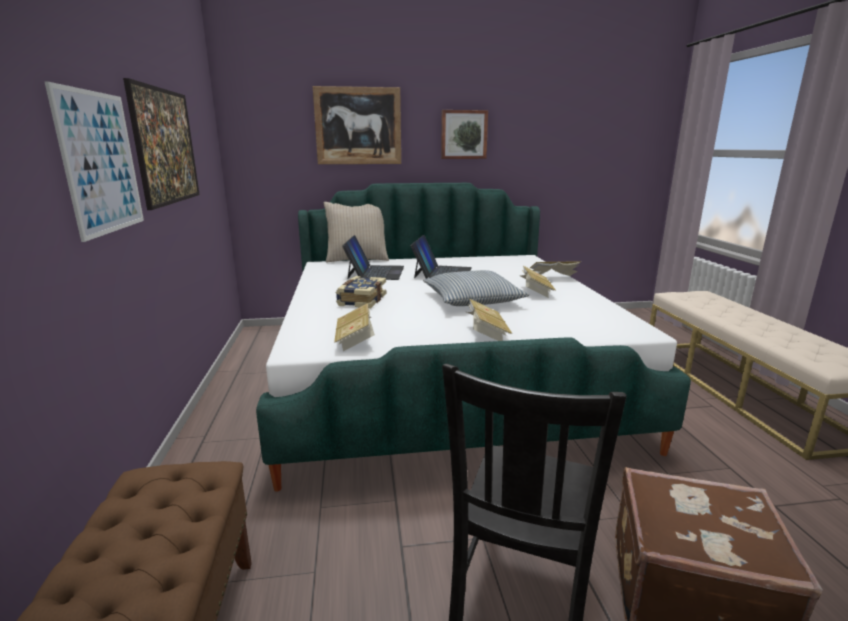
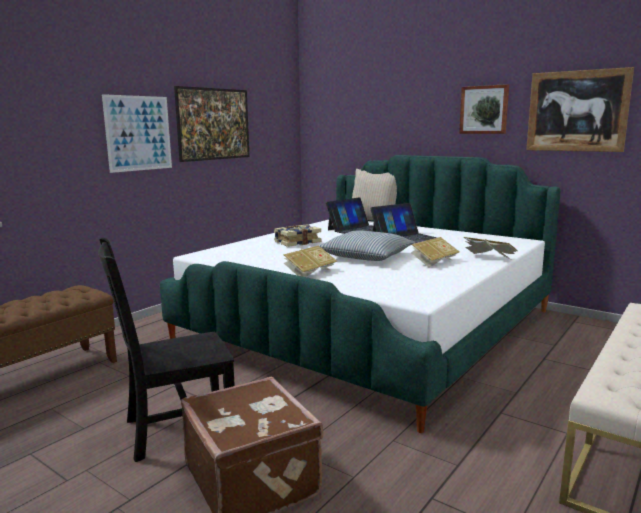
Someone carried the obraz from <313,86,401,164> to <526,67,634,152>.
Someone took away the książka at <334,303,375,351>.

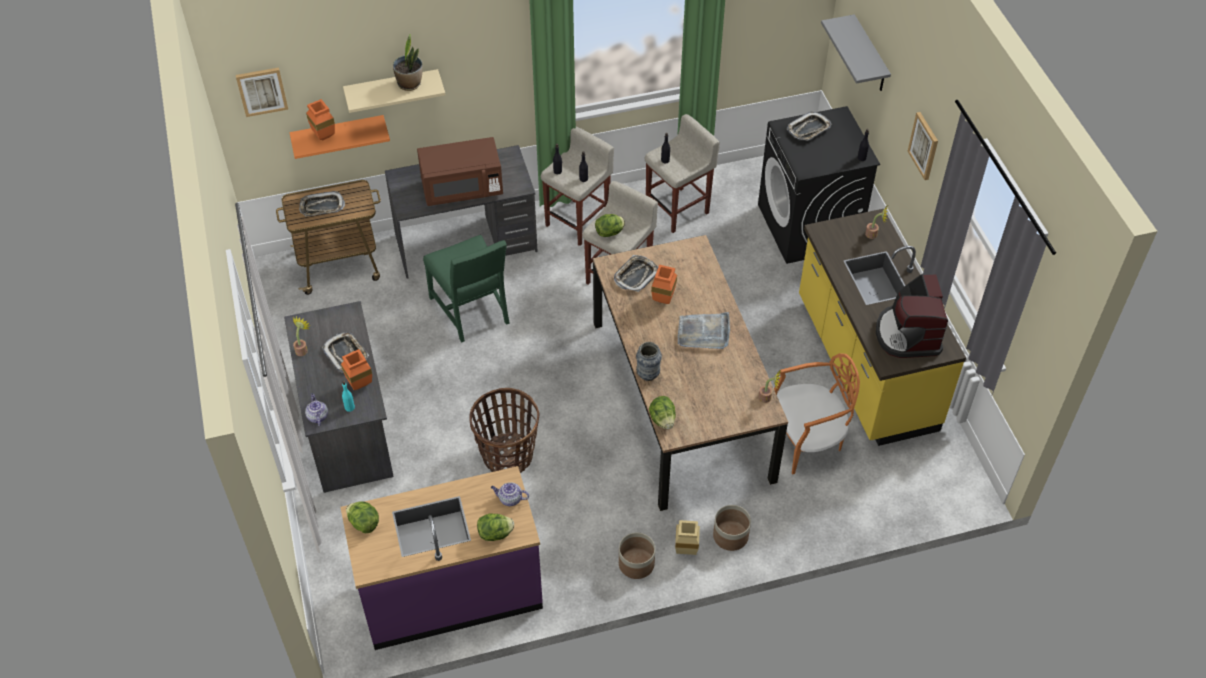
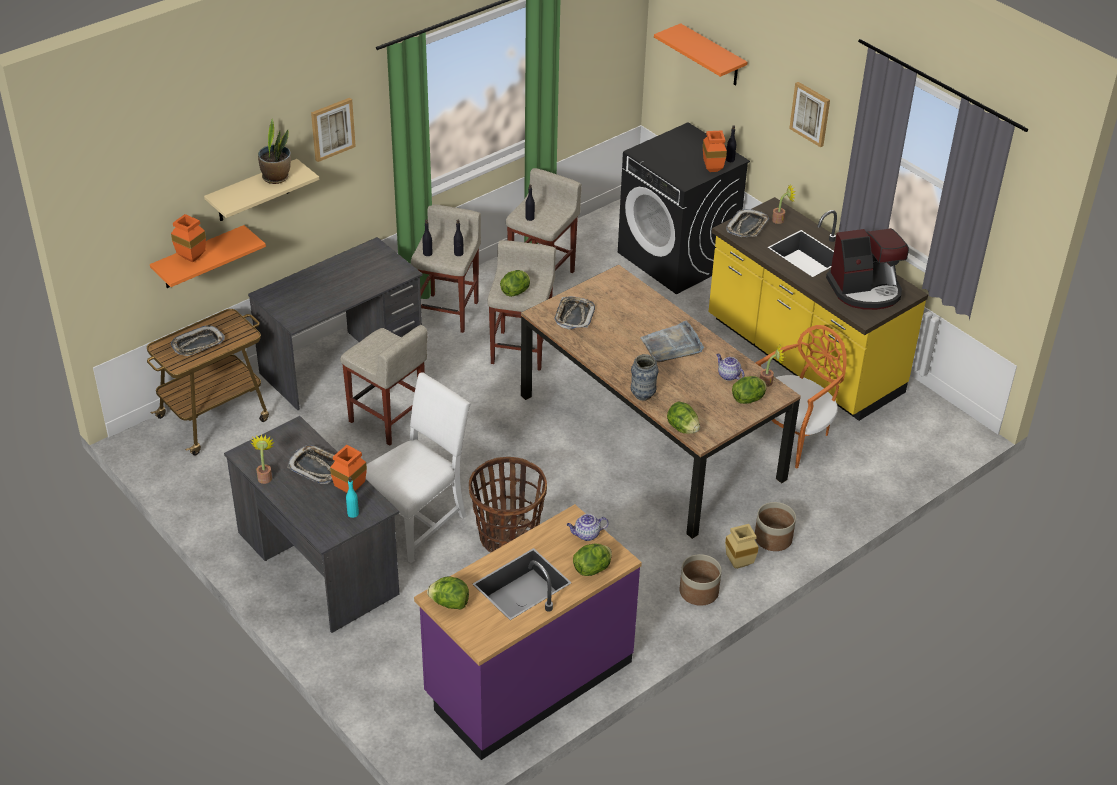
Someone repainted the półka/szary at <821,14,891,91>, which became the półka/pomarańczowy at <654,23,747,86>.
Someone carried the obraz from <236,67,288,117> to <311,98,356,162>.
Someone carried the taca from <787,112,831,141> to <726,209,769,237>.
Someone took away the mikrofalówka/brązowy at <417,137,503,206>.
Someone swapped the krzesło/zielony at <423,235,510,343> for the stołek/beżowy at <340,325,427,446>.
Someone carried the wazon/pomarańczowy from <651,265,677,304> to <703,131,727,172>.
Someone rotated the ekspres do kawy at <876,274,948,358> by 75 degrees counterclockwise.
Someone carried the imbryk from <305,393,328,426> to <716,353,744,381>.
Someone put down the krzesło/biały at <366,372,471,563>.
Someone put down the sałata at <732,376,767,404>.

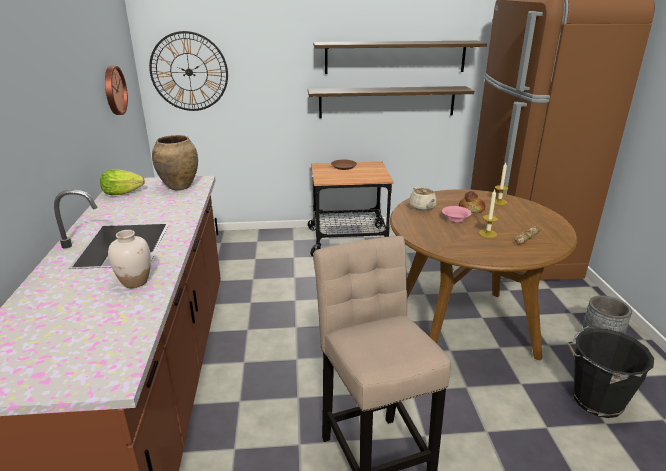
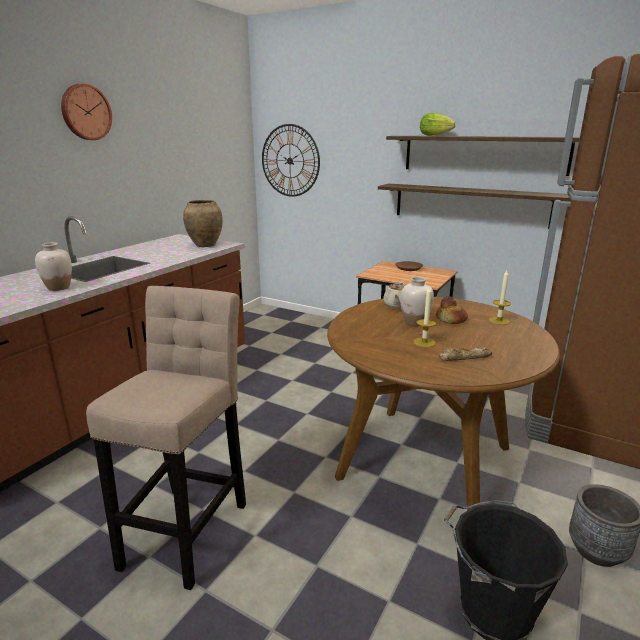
Someone carried the zegar ścienny from <105,66,128,115> to <61,83,112,140>.
Someone carried the sałata from <100,169,145,195> to <420,113,456,136>.
Someone swapped the miska/różowy at <442,206,471,223> for the wazon/biały at <400,277,434,326>.

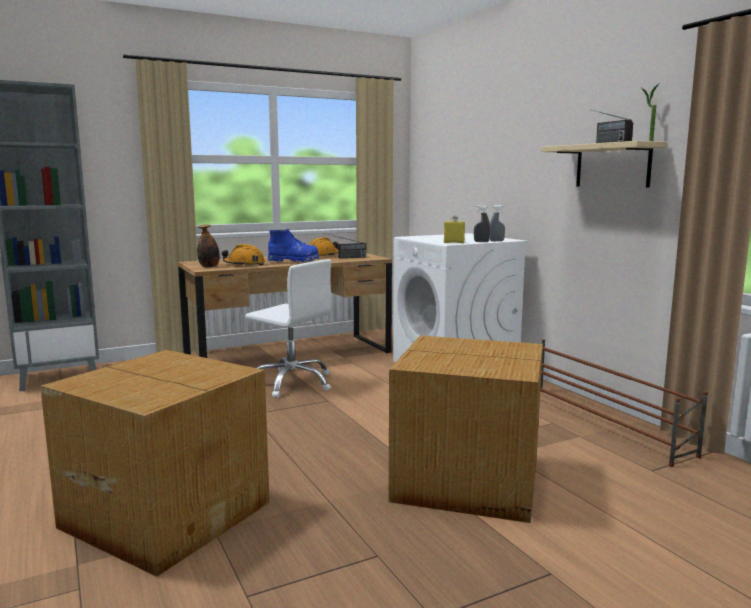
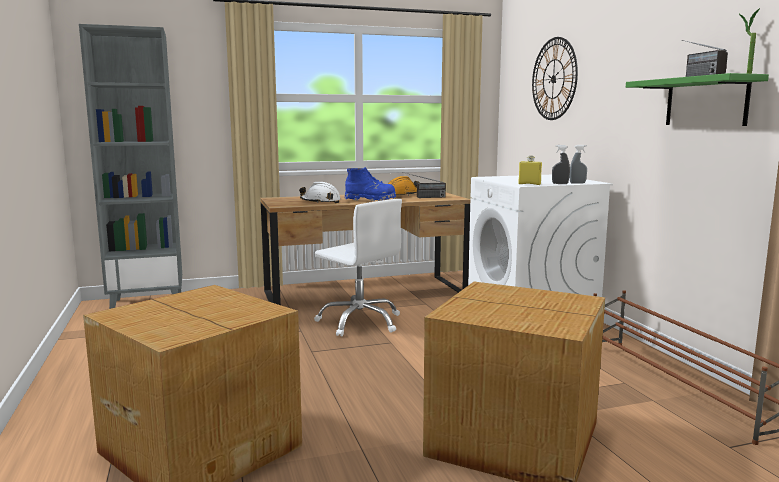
Someone repainted the półka/beżowy at <541,141,668,187>, which became the półka/zielony at <626,73,769,126>.
Someone took away the butelka at <197,224,220,268>.
Someone repainted the kask/pomarańczowy at <222,244,265,266>, which became the kask/biały at <299,182,341,203>.
Someone put up the zegar ścienny at <532,37,578,120>.

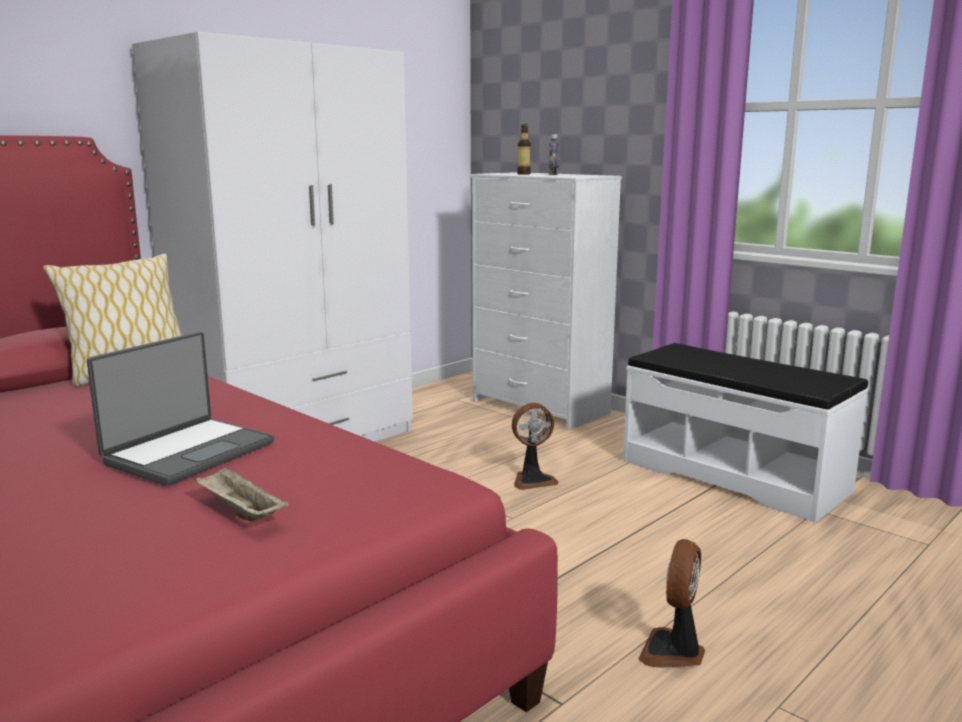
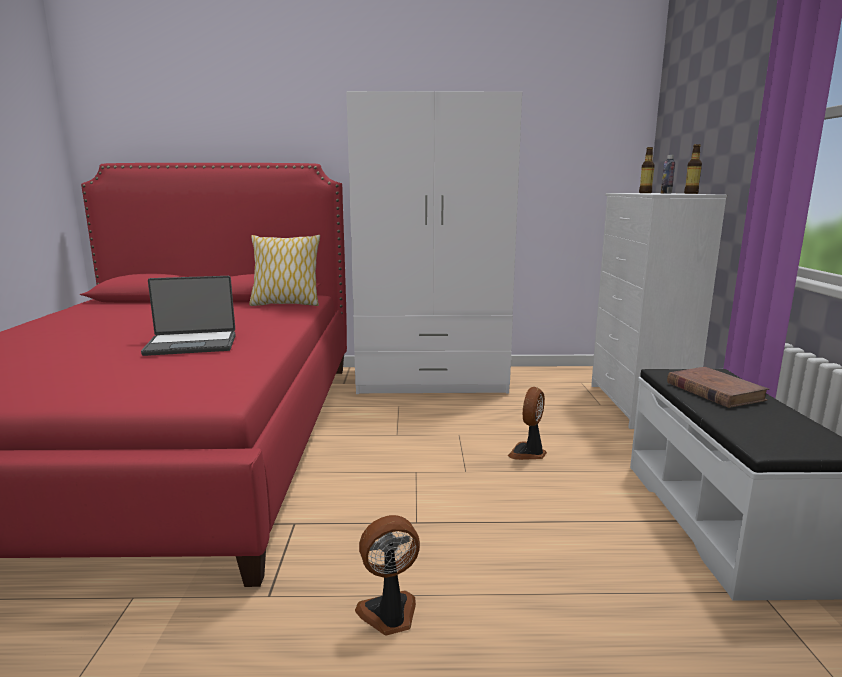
Someone rotated the wentylator at <512,403,559,490> by 90 degrees clockwise.
Someone took away the taca/beżowy at <194,466,288,521>.
Someone put down the butelka at <684,144,702,194>.
Someone put down the książka/brązowy at <667,367,769,408>.

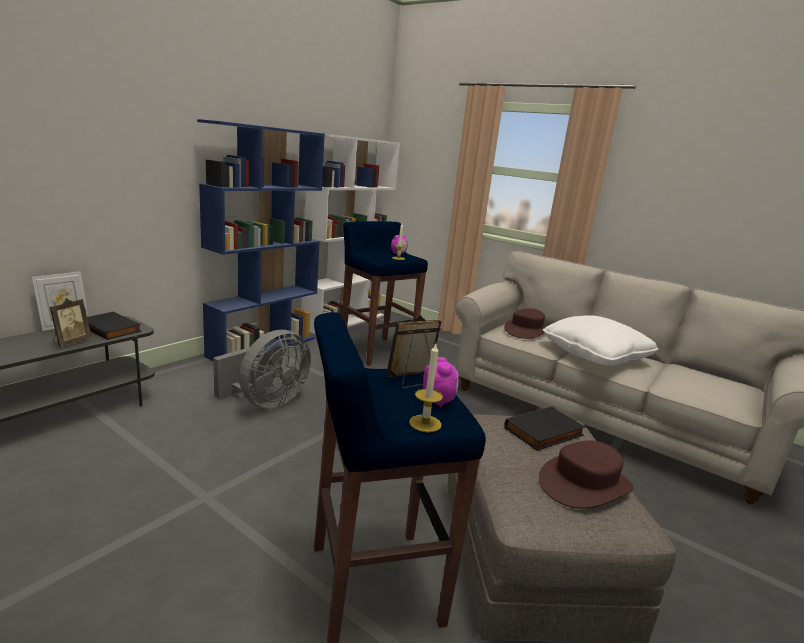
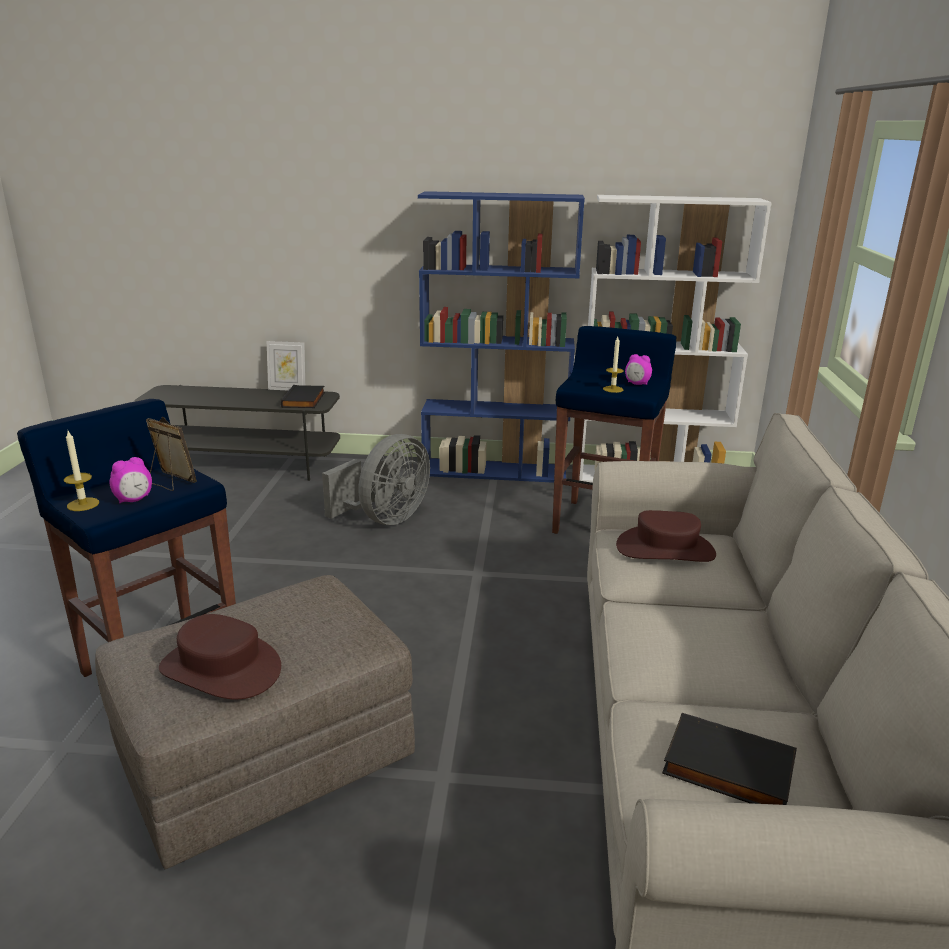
Someone took away the ramka na zdjęcie at <50,298,91,347>.
Someone took away the poduszka/biały at <543,315,658,365>.
Someone rotated the wentylator/szary at <213,330,311,409> by 60 degrees counterclockwise.
Someone carried the książka/czarny from <504,406,585,451> to <662,713,797,805>.

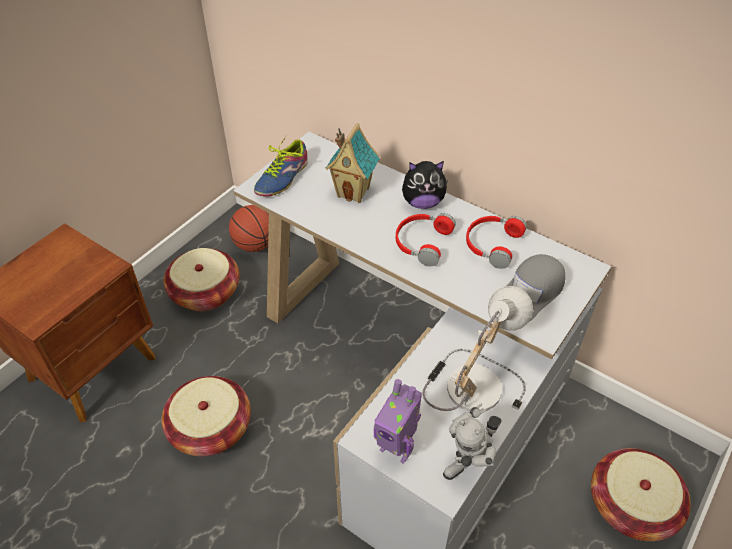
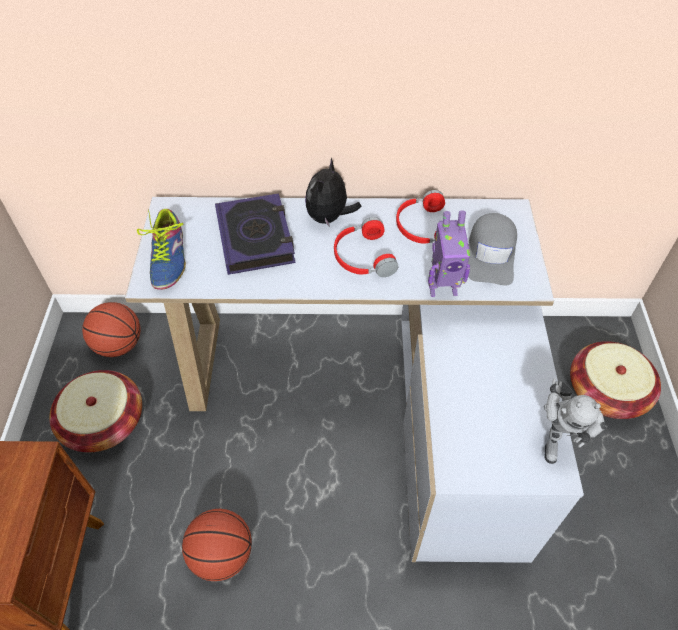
Someone swapped the domek at <326,123,380,203> for the książka at <215,193,296,275>.
Someone rotated the pluszak at <402,161,448,209> by 150 degrees clockwise.
Someone took away the lampa stołowa at <422,286,533,412>.
Someone swapped the koszyk at <162,376,251,456> for the piłka do koszykówki at <182,509,252,581>.
Someone carried the robot zabawkowy from <373,379,422,464> to <428,210,470,297>.

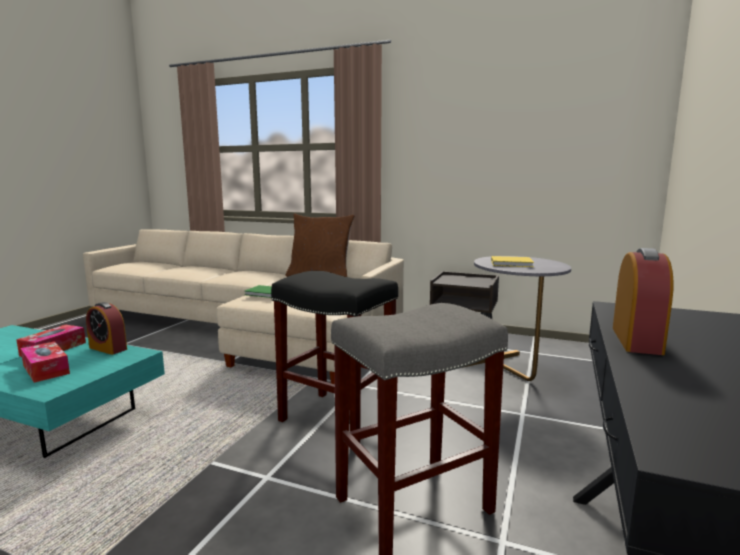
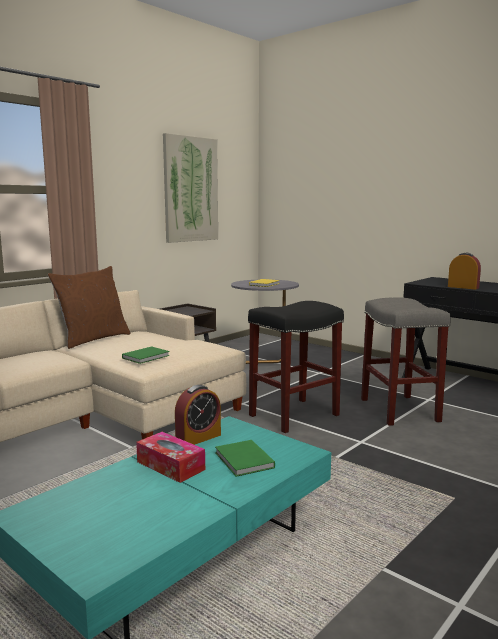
Someone swapped the pudełko chusteczek at <20,341,70,383> for the książka/zielony at <215,440,275,477>.
Someone put up the obraz at <163,133,218,243>.

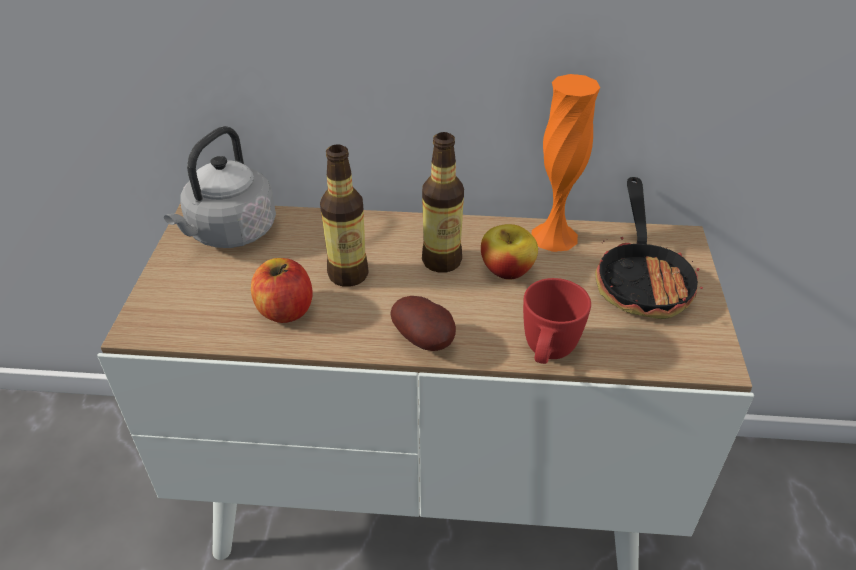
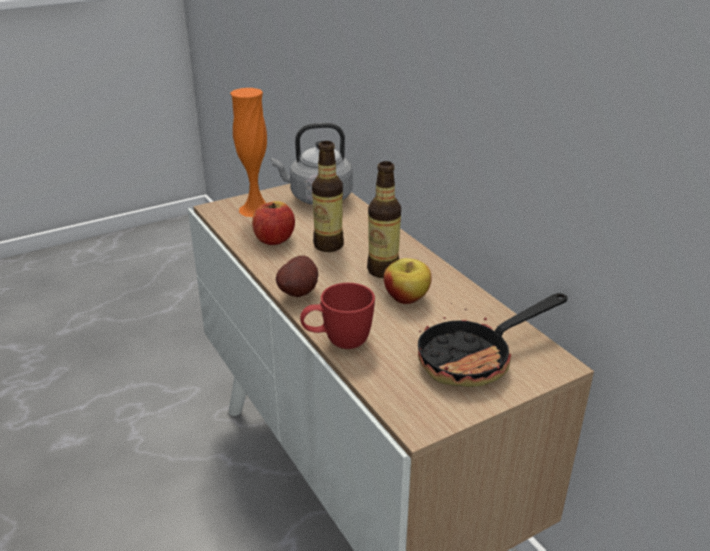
Someone carried the wazon/pomarańczowy from <531,74,600,252> to <230,88,267,217>.

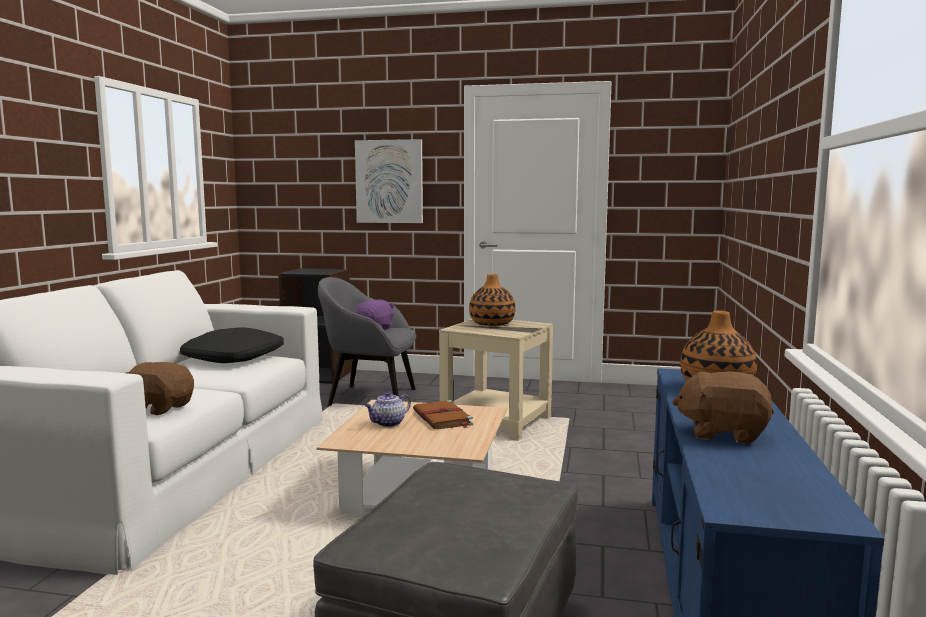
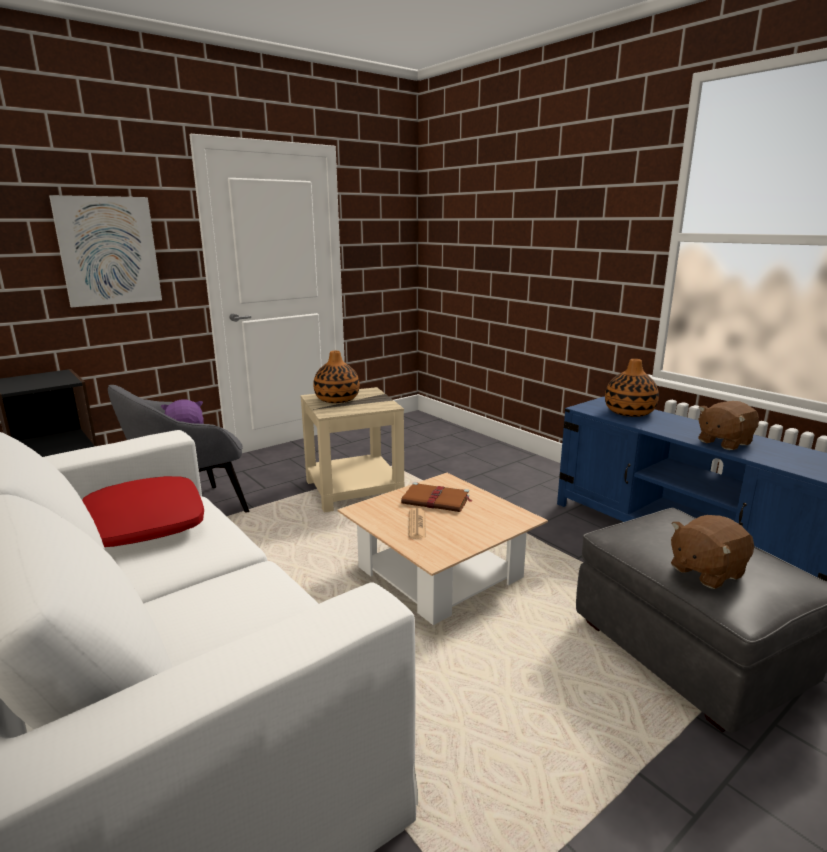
Someone repainted the poduszka/czarny at <180,327,284,363>, which became the poduszka/czerwony at <82,476,204,547>.
Someone carried the pluszak/brązowy from <126,362,194,415> to <671,515,754,589>.
Someone swapped the imbryk at <365,392,411,427> for the gazeta at <409,508,426,538>.

